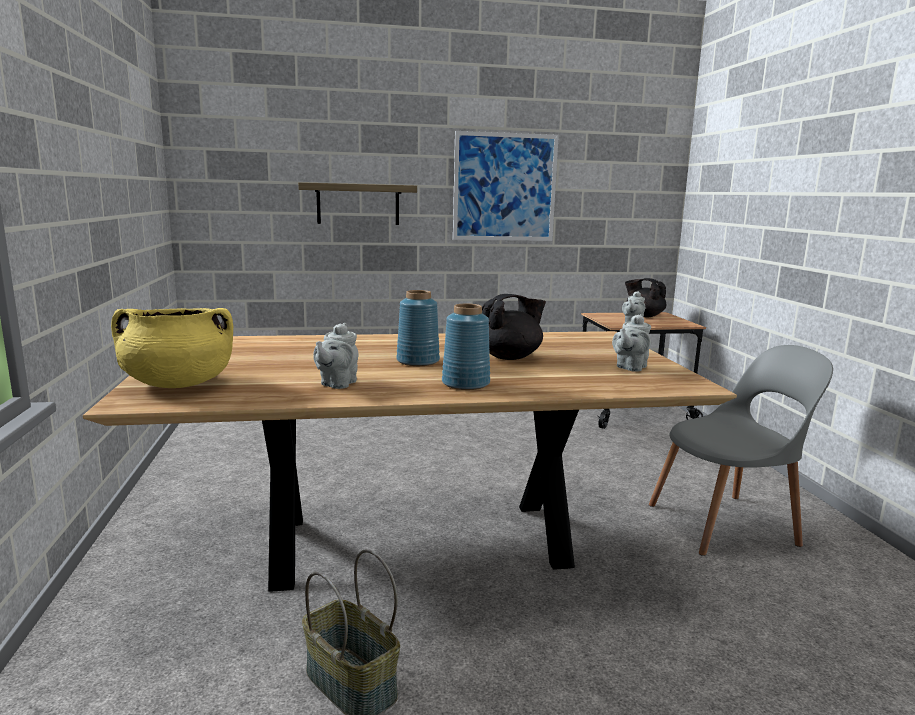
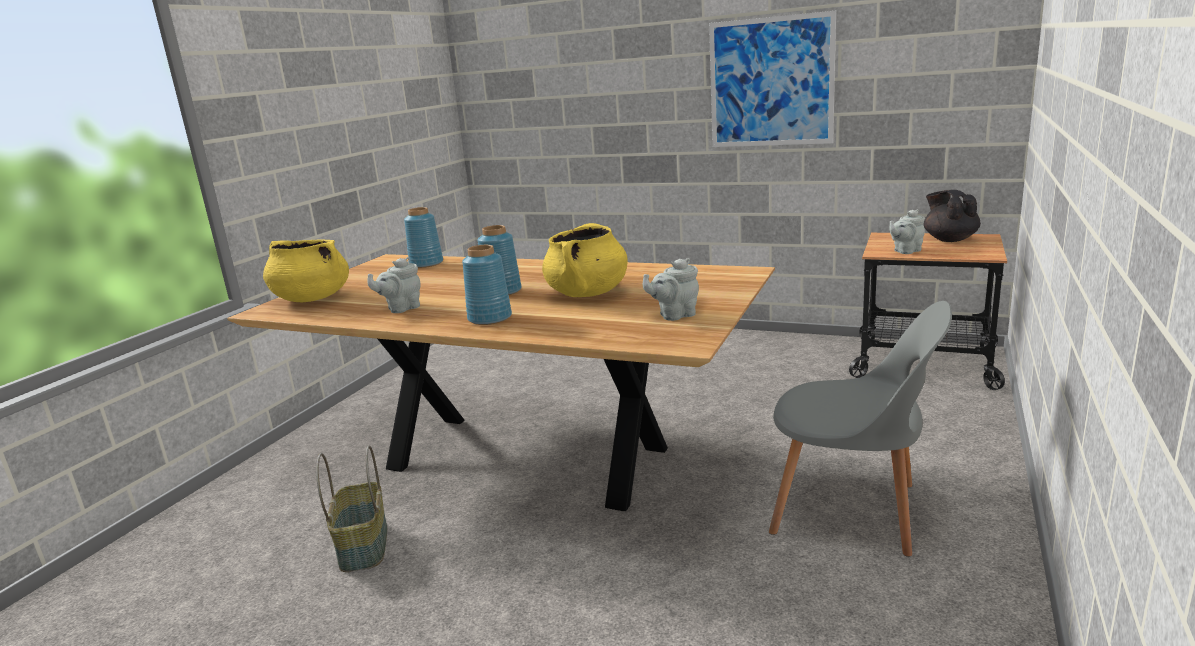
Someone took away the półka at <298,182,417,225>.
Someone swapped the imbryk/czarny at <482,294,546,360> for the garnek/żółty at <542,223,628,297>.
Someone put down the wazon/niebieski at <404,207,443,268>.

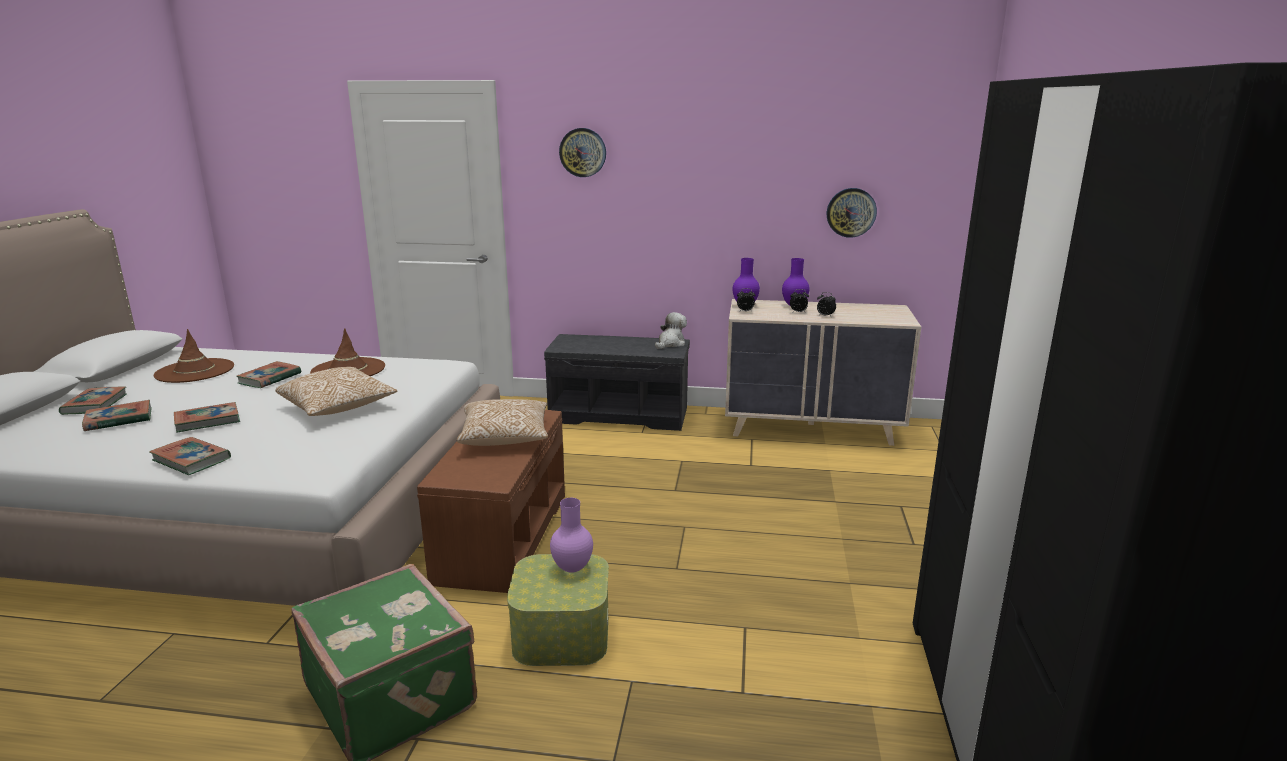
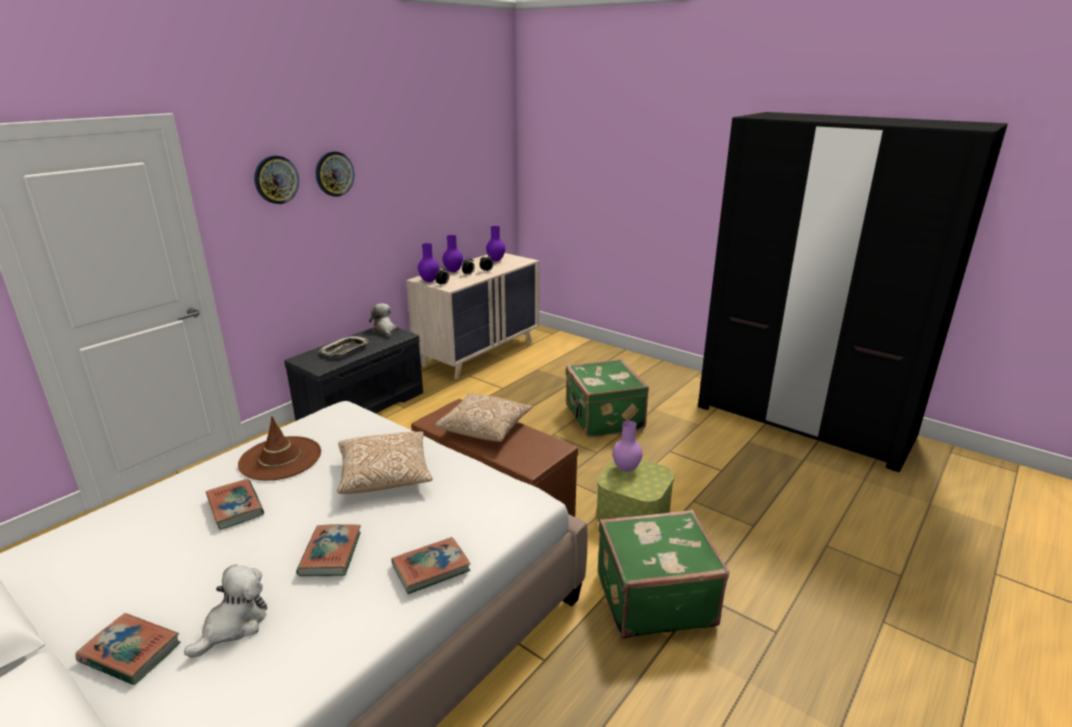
Someone carried the zegar ścienny from <827,188,877,238> to <316,151,354,197>.
Someone took away the kapelusz/brązowy at <153,329,234,383>.
Someone swapped the książka at <82,400,152,431> for the pluszak at <184,565,267,658>.
Someone put down the wazon/fioletowy at <486,226,505,261>.
Someone put down the taca at <319,336,369,356>.
Someone put down the walizka/zielony at <566,359,649,438>.

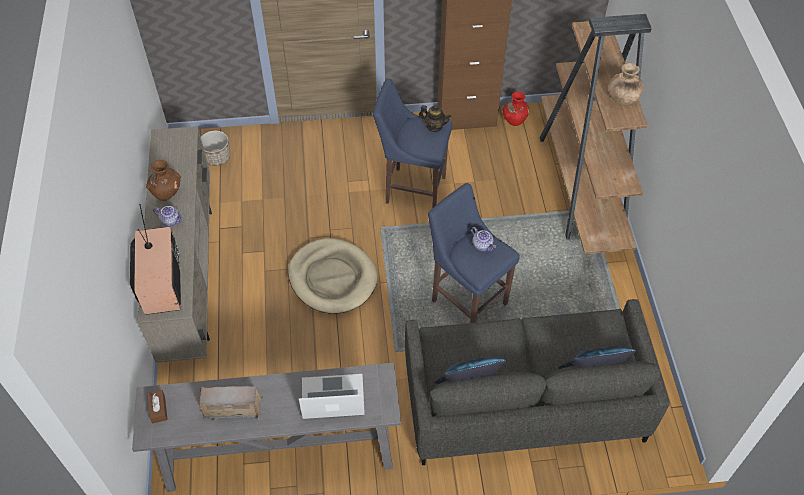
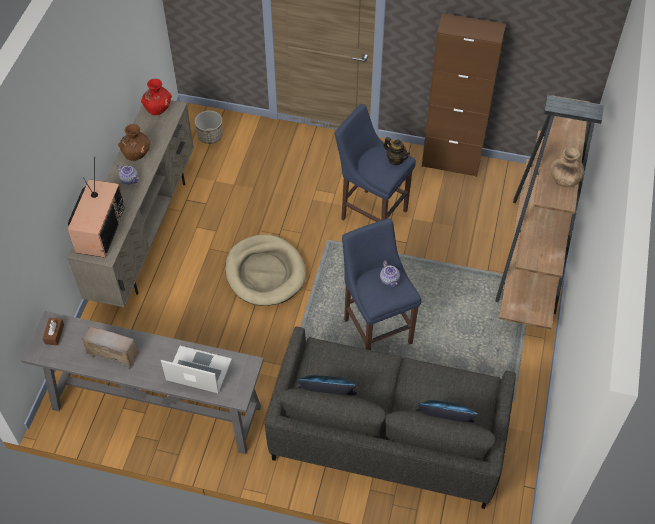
Someone carried the wazon/czerwony from <503,92,529,126> to <141,79,172,115>.

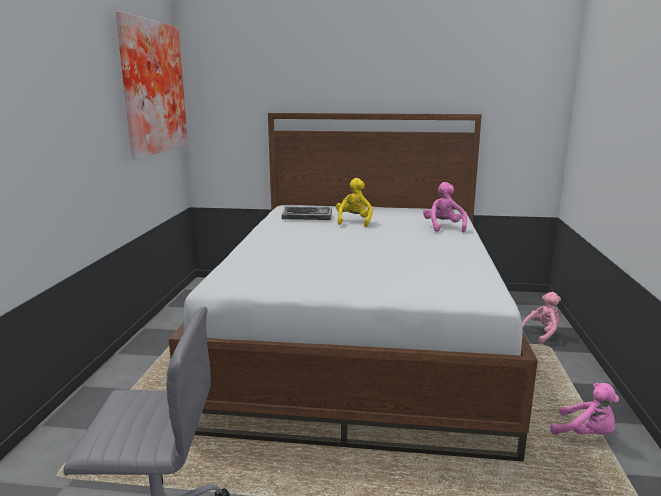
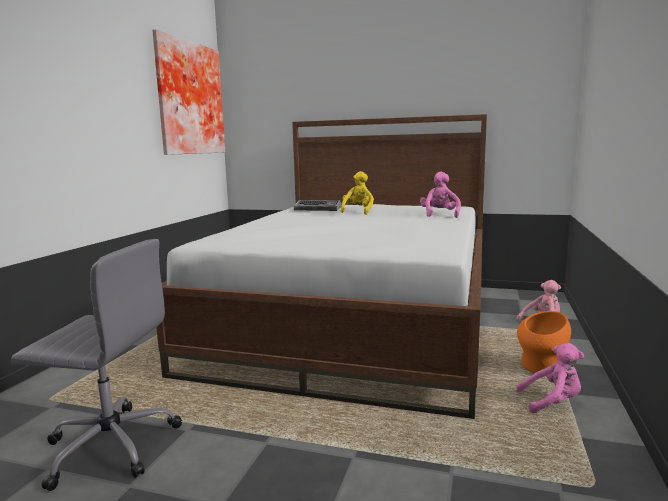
Someone rotated the pluszak/różowy at <550,383,619,435> by 45 degrees counterclockwise.
Someone put down the wazon/pomarańczowy at <517,311,571,376>.

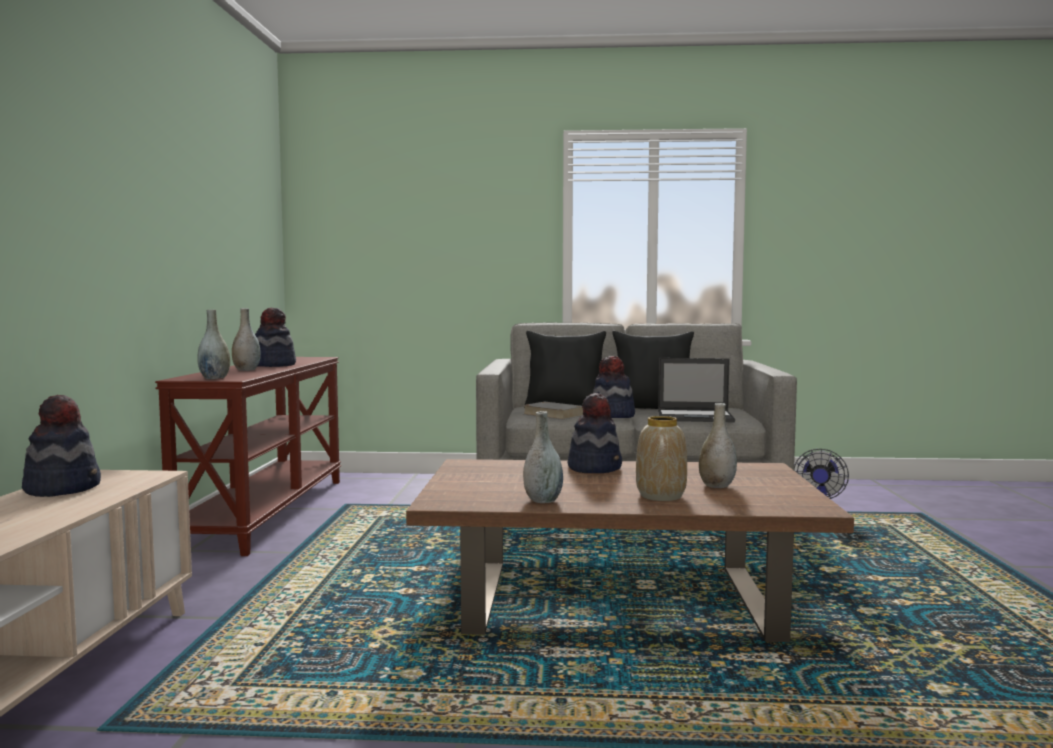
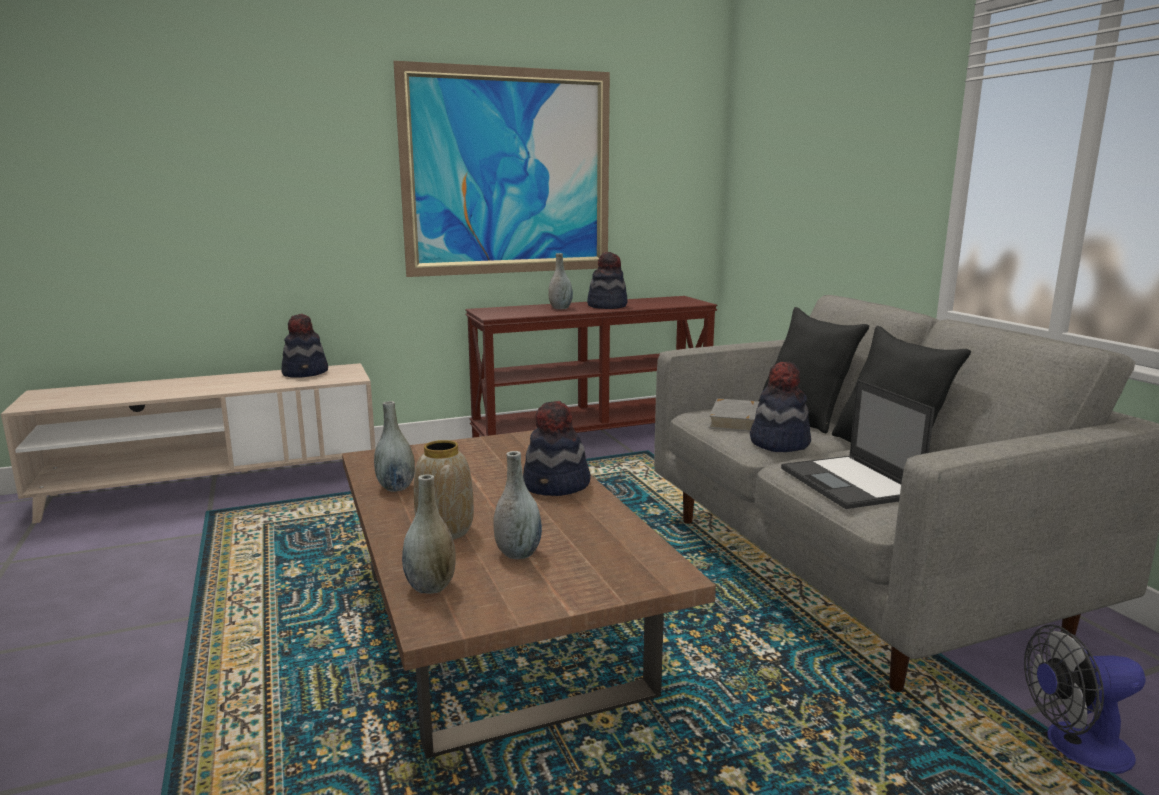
Someone carried the wazon/szary from <197,310,230,379> to <402,474,456,594>.
Someone put up the obraz at <393,61,610,277>.

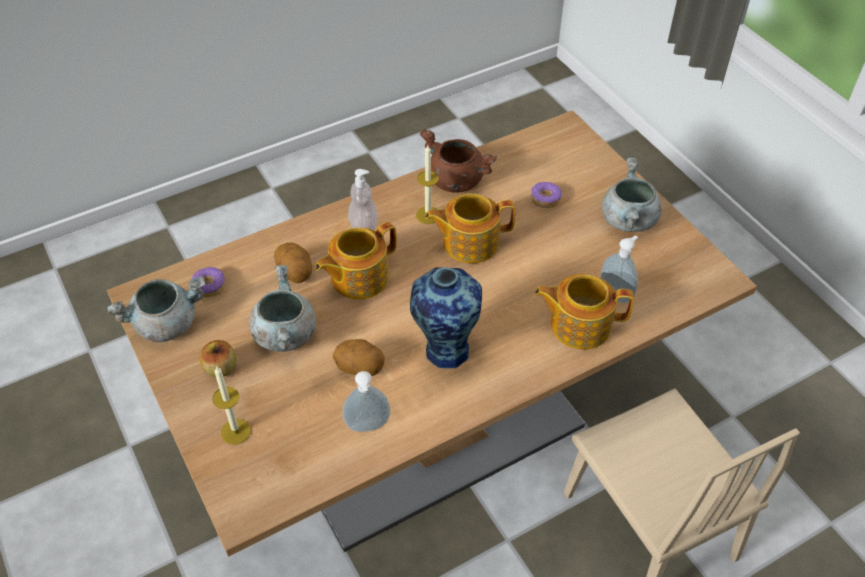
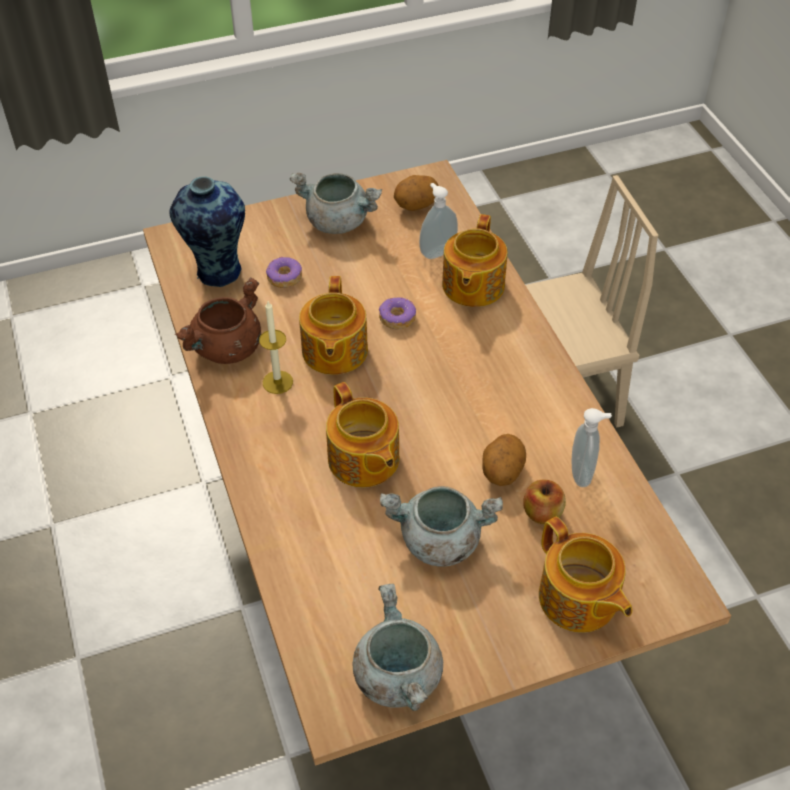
Someone took away the dozownik mydła at <348,169,378,230>.
Someone carried the ziemniak from <274,242,312,283> to <394,175,439,211>.
Someone carried the donut from <192,267,226,297> to <379,297,416,329>.
Someone carried the wazon from <410,267,482,368> to <169,176,245,287>.
Someone carried the jabłko from <200,340,236,377> to <524,479,566,524>.
Someone swapped the świeca at <212,366,251,445> for the imbryk at <539,517,632,633>.

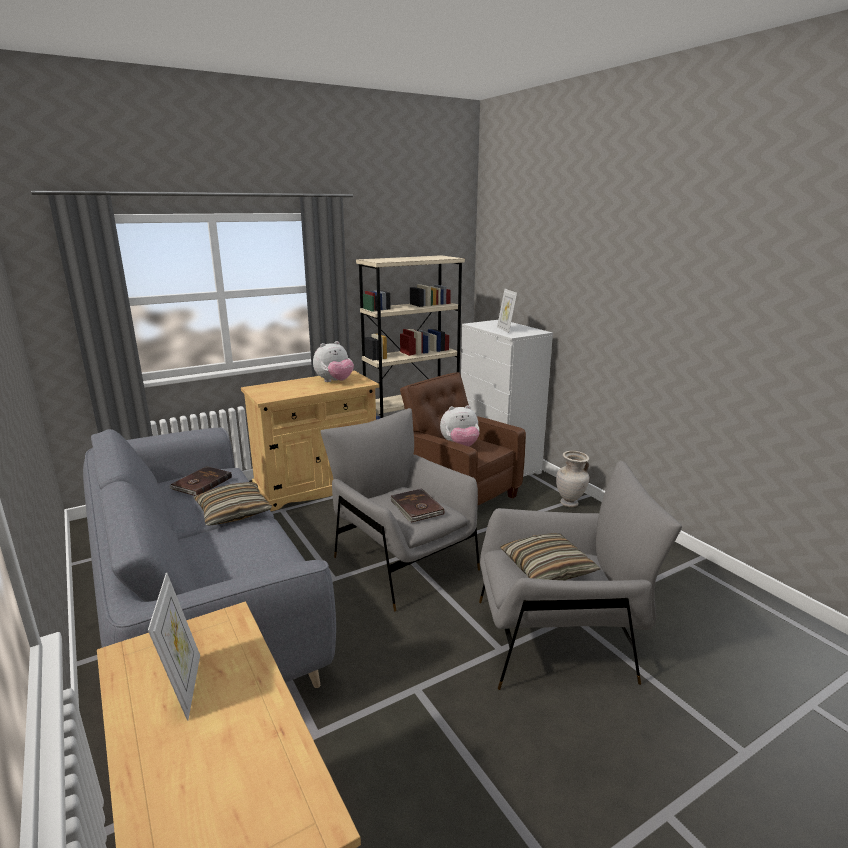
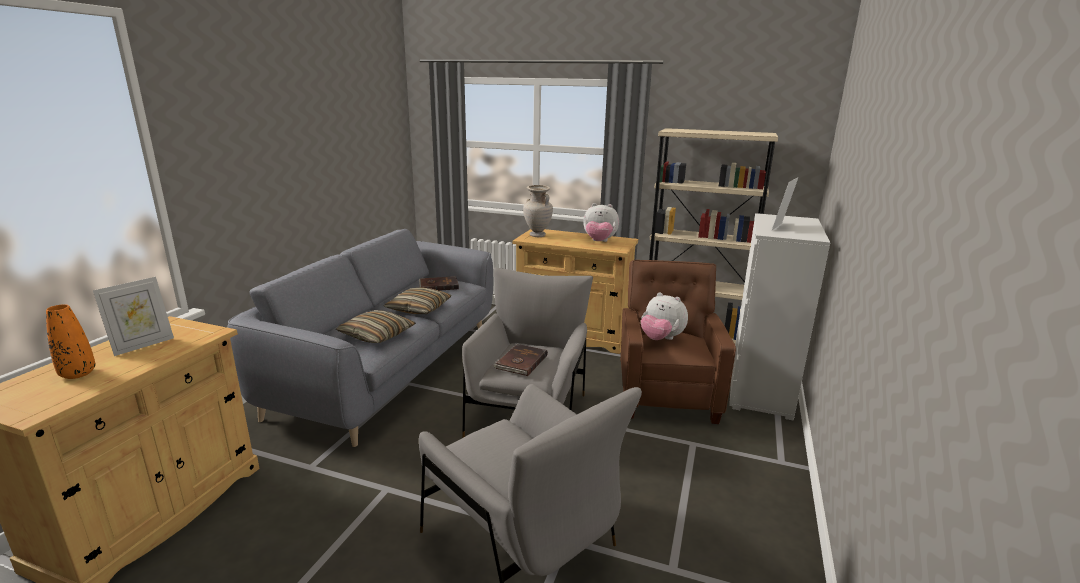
Someone carried the wazon/beżowy from <556,451,589,507> to <523,185,553,237>.
Someone carried the poduszka from <500,533,600,580> to <336,310,416,343>.
Someone put down the wazon/pomarańczowy at <46,304,96,379>.

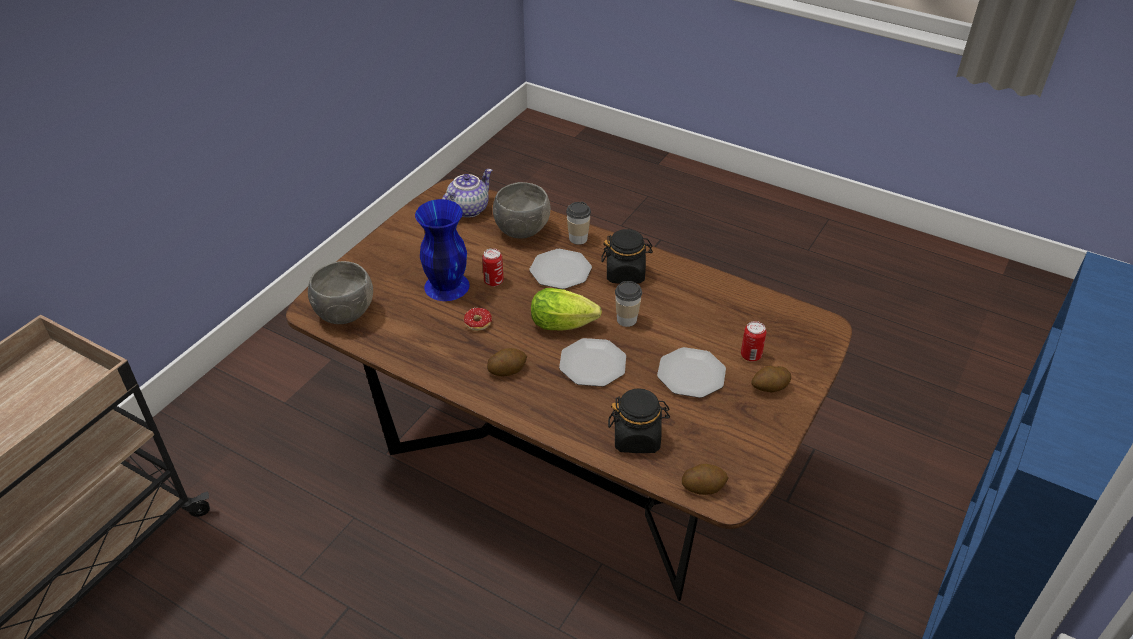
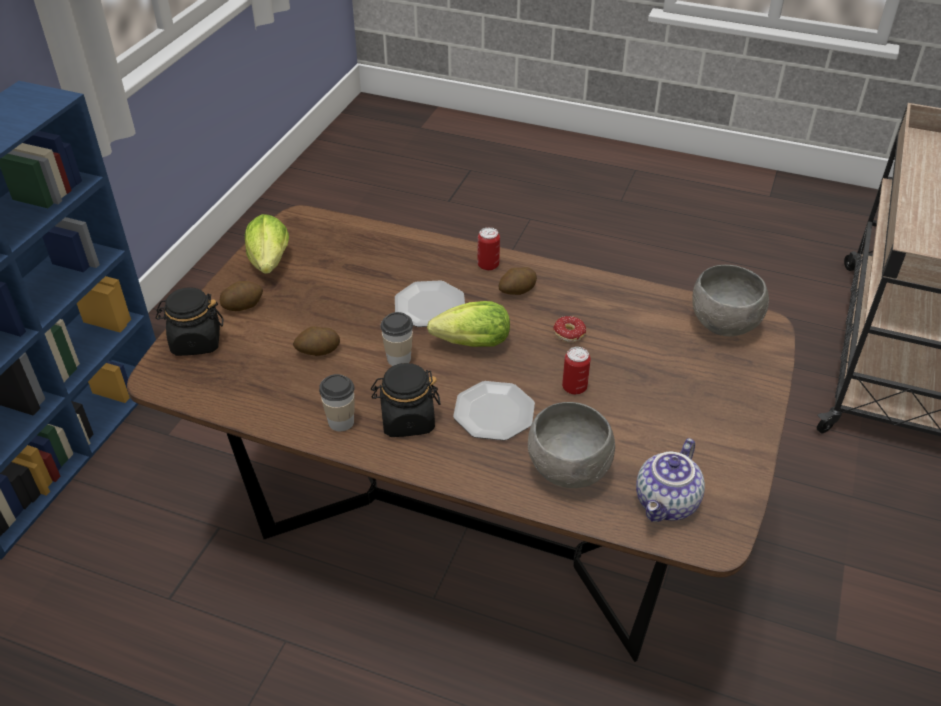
Someone took away the wazon/niebieski at <415,199,470,301>.
Someone carried the filiżanka from <566,202,591,245> to <319,374,355,432>.
Someone carried the puszka from <741,321,767,362> to <478,227,500,271>.
Someone took away the talerz at <657,347,726,398>.
Someone carried the słoik/czarny from <608,388,670,453> to <155,287,224,356>.
Someone carried the ziemniak from <682,464,728,495> to <293,326,340,356>.
Someone put down the sałata at <245,214,289,274>.

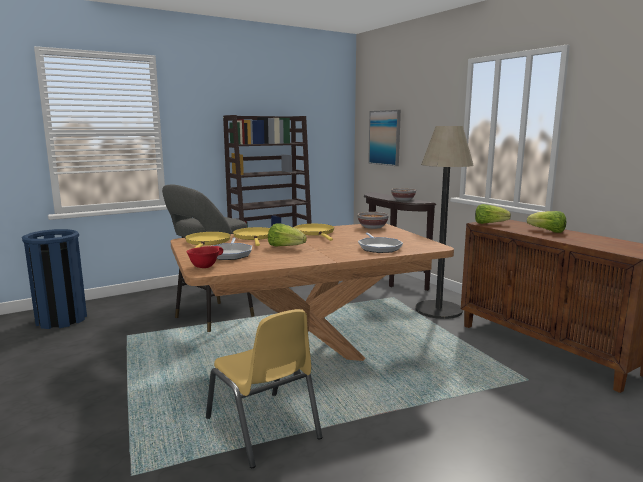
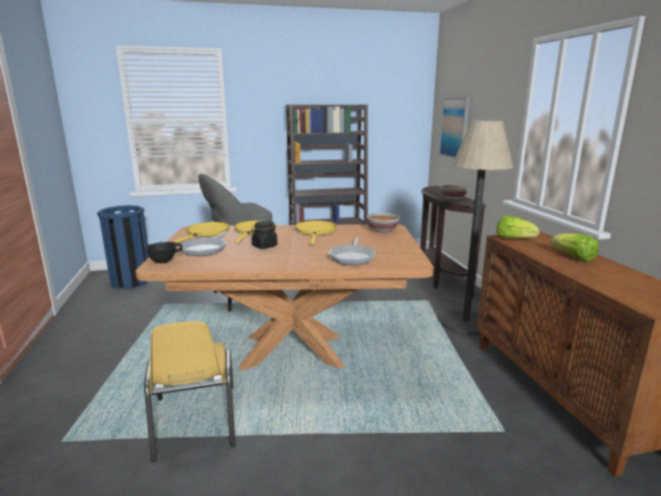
Someone swapped the sałata at <268,223,307,247> for the słoik/czarny at <251,221,277,249>.
Someone repainted the miska/czerwony at <186,246,223,268>, which became the miska/czarny at <145,242,183,263>.

